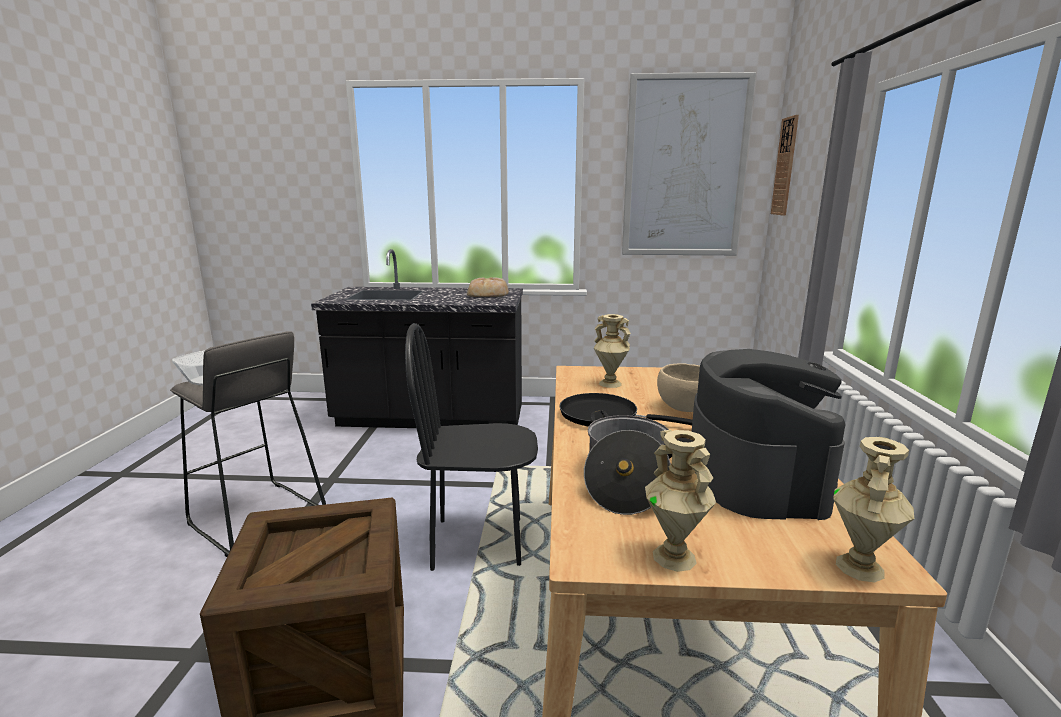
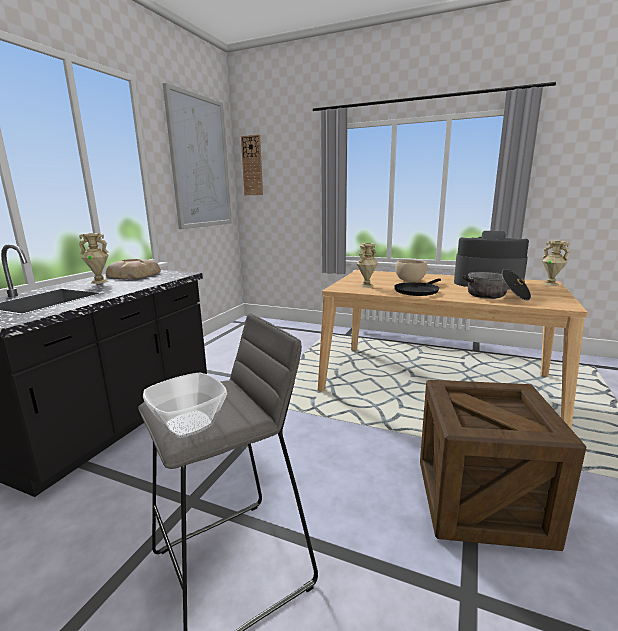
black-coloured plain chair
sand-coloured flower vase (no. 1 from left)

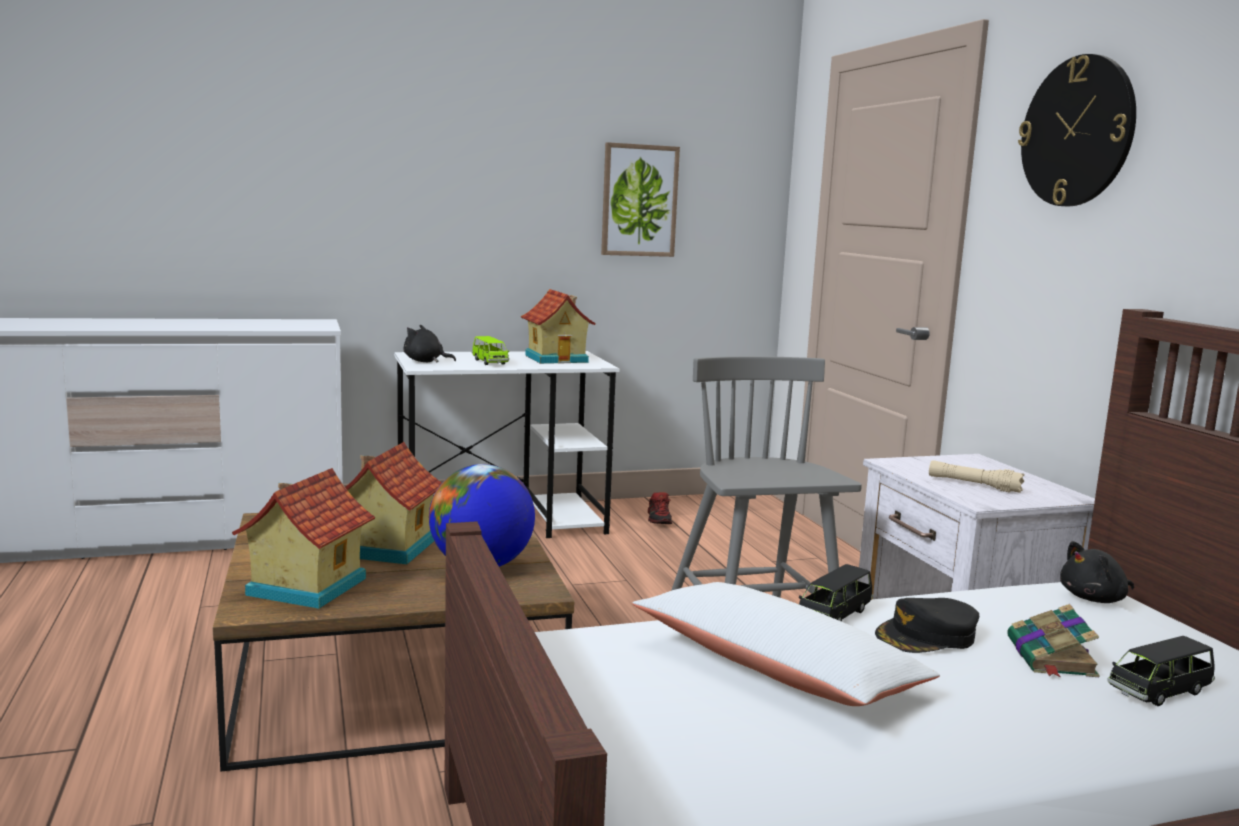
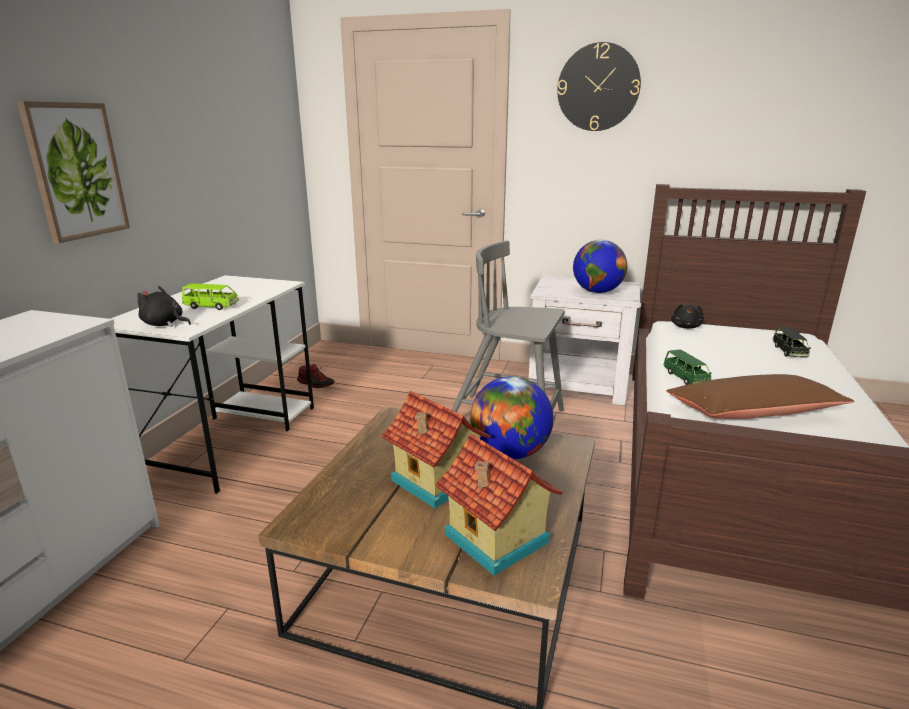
miniature house (no. 3 from left in the first image)
black-coloured cap
bound book
wall picture
world globe (no. 2 from left)
brown-coloured throw pillow
green toy car (no. 2 from left)
black-coloured cuddly toy (no. 1 from left)

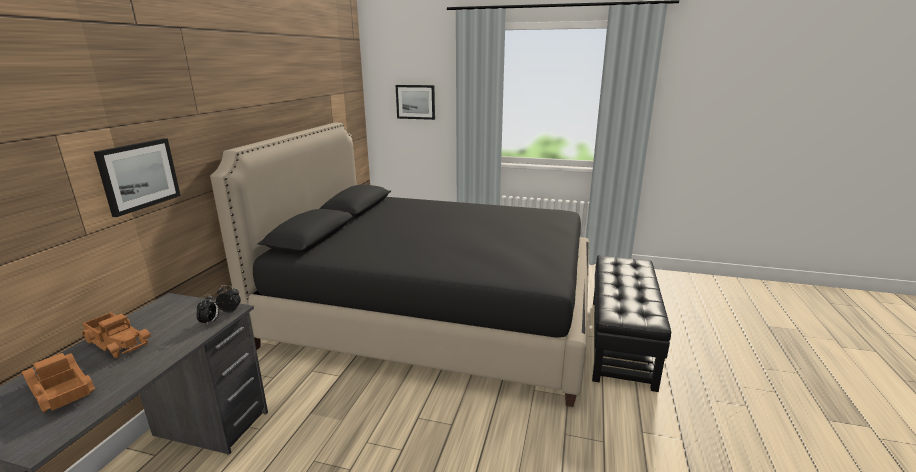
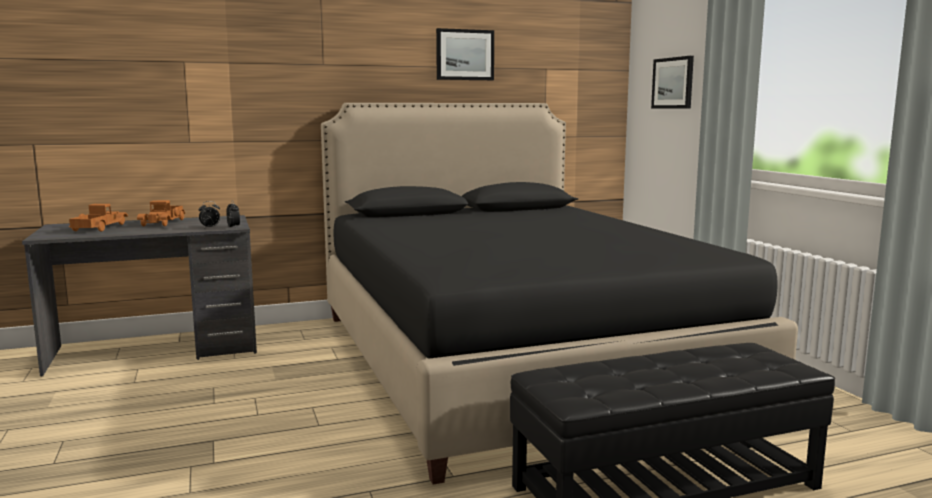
wall picture (no. 1 from left)

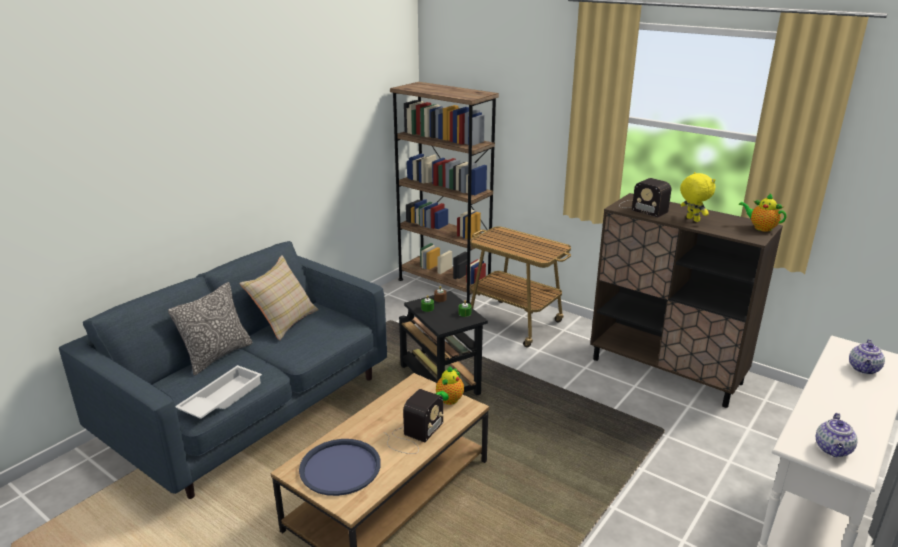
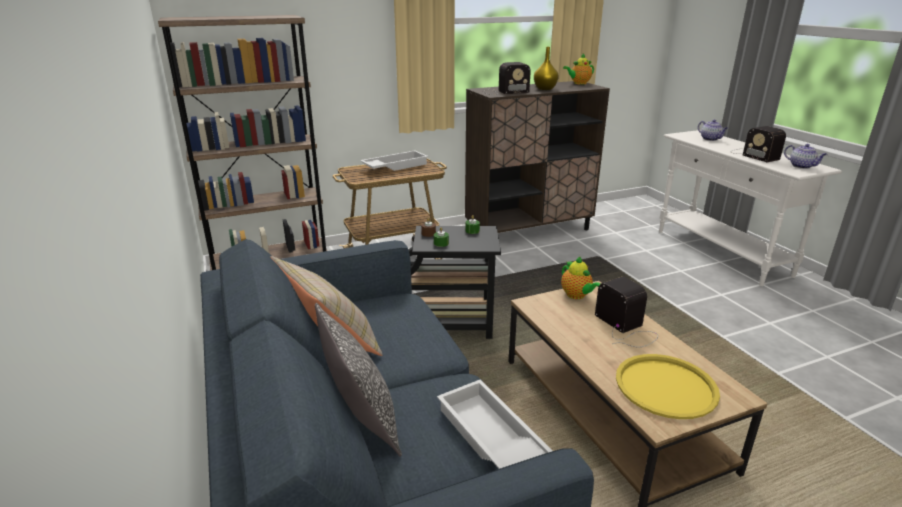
whitish serving tray (no. 1 from left)
radio receiver (no. 3 from left)
yellow flower vase
yellow serving tray

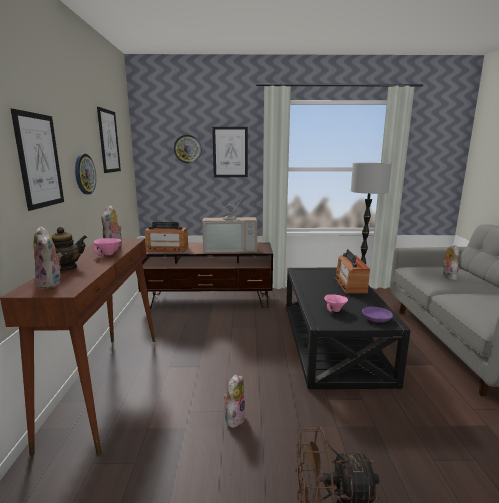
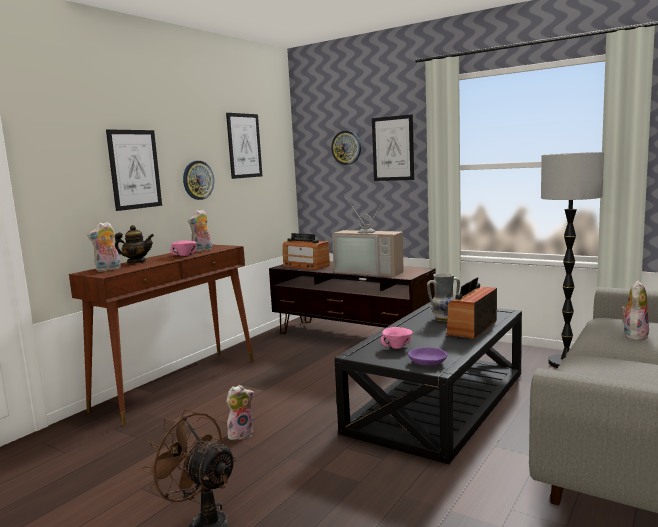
flower vase
cuddly toy (no. 1 from left)

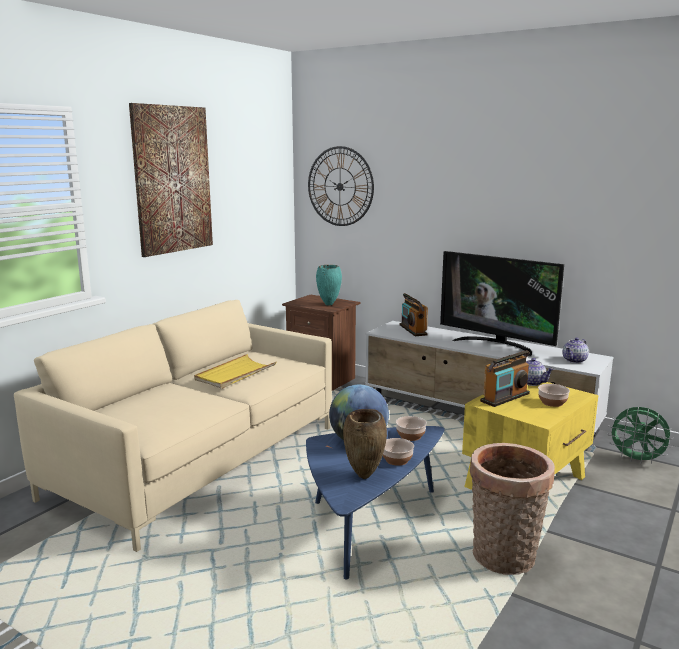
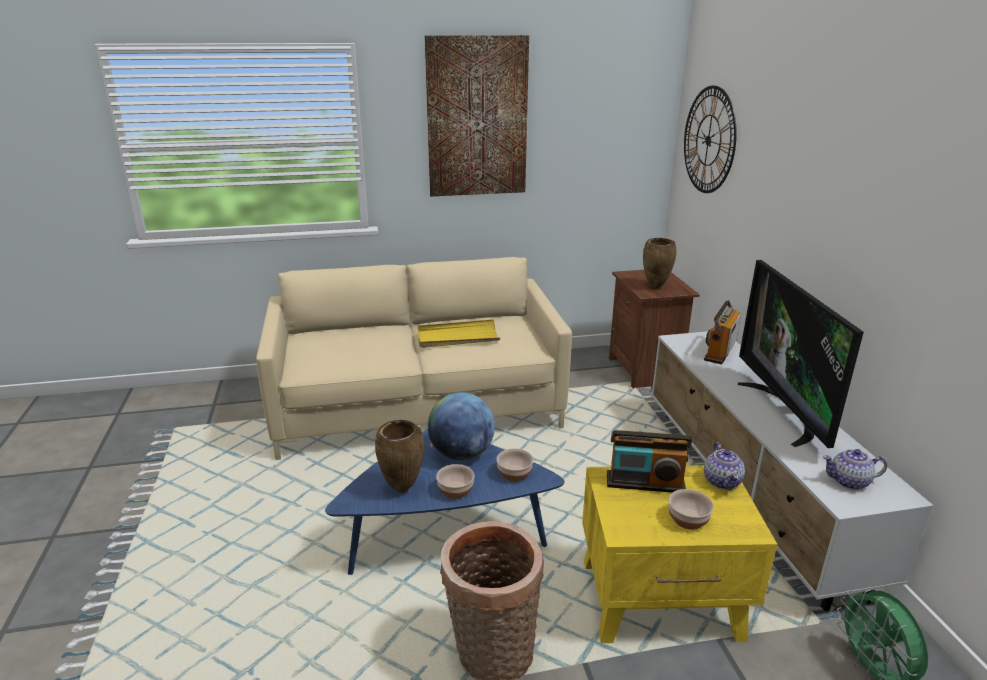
brown-coloured flower vase (no. 2 from left)

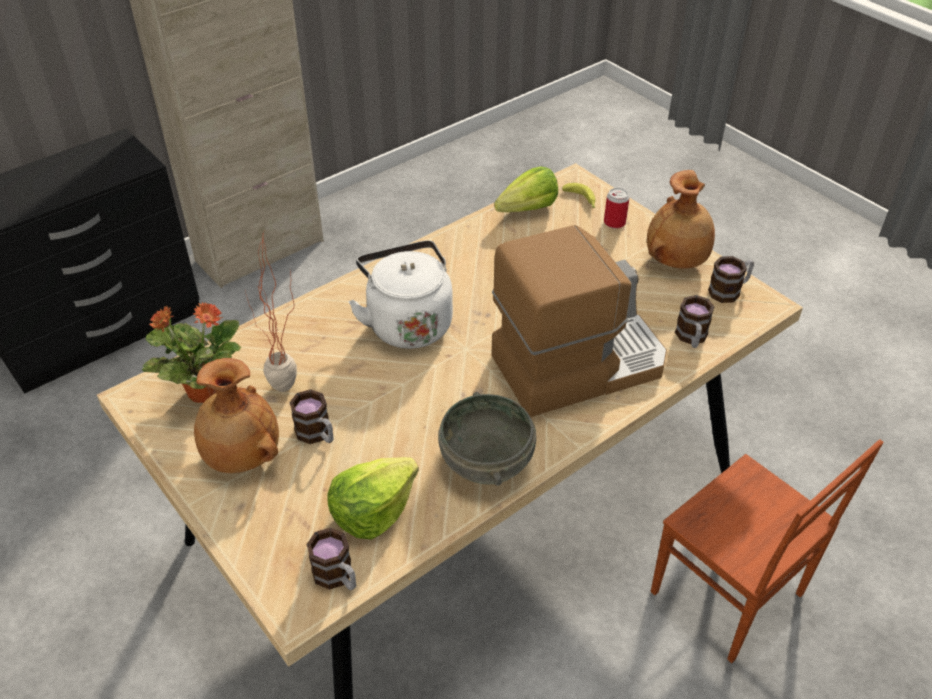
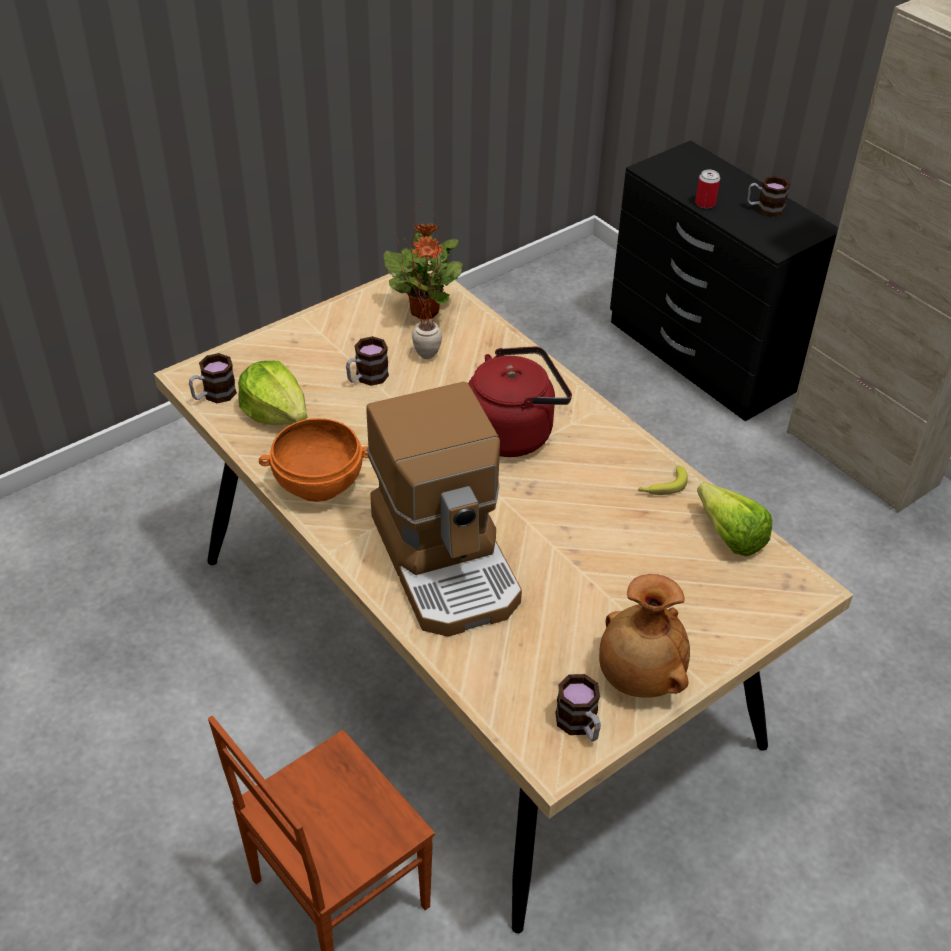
brown-coloured flower vase (no. 1 from left in the first image)
whole banana
can
coffee mug (no. 4 from left)
reddish kettle
orangey bowl

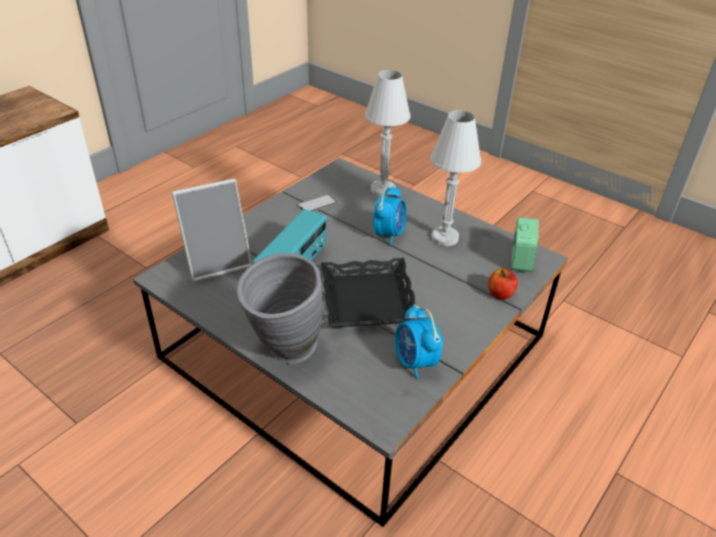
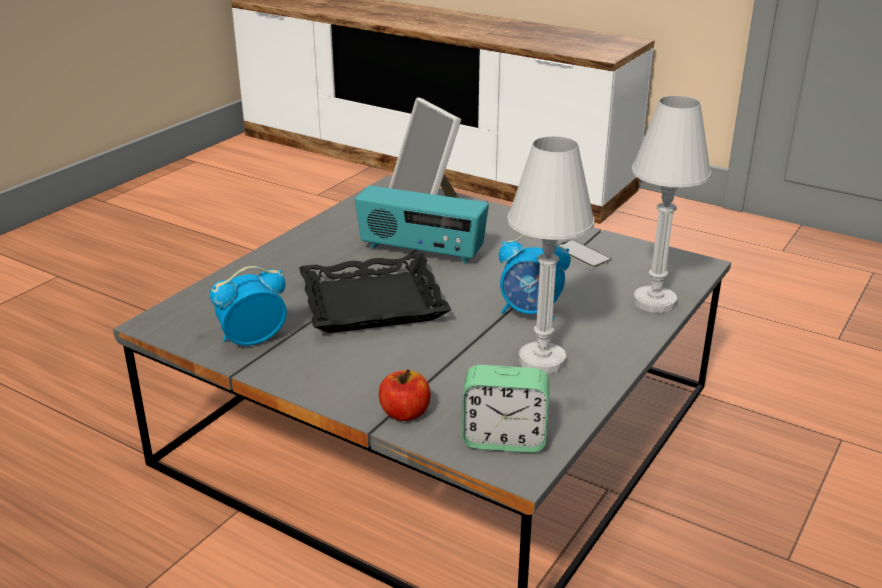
greyish flower vase

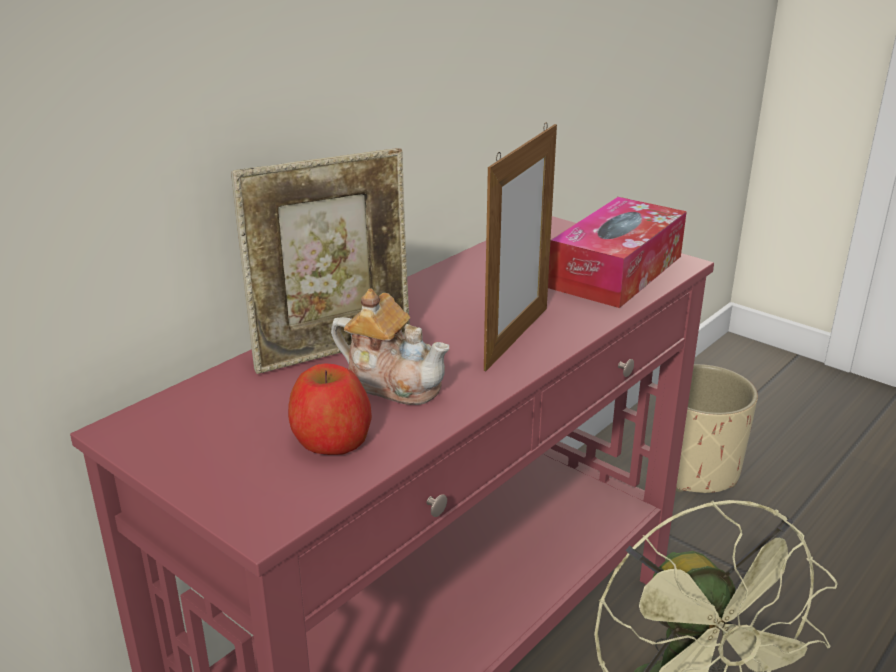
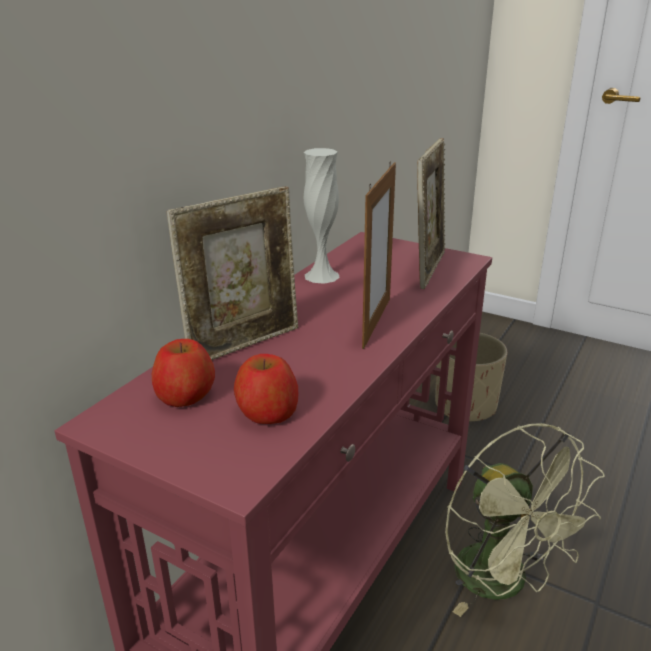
pot for tea
whole apple (no. 1 from left)
whitish flower vase
picture frame (no. 3 from left)

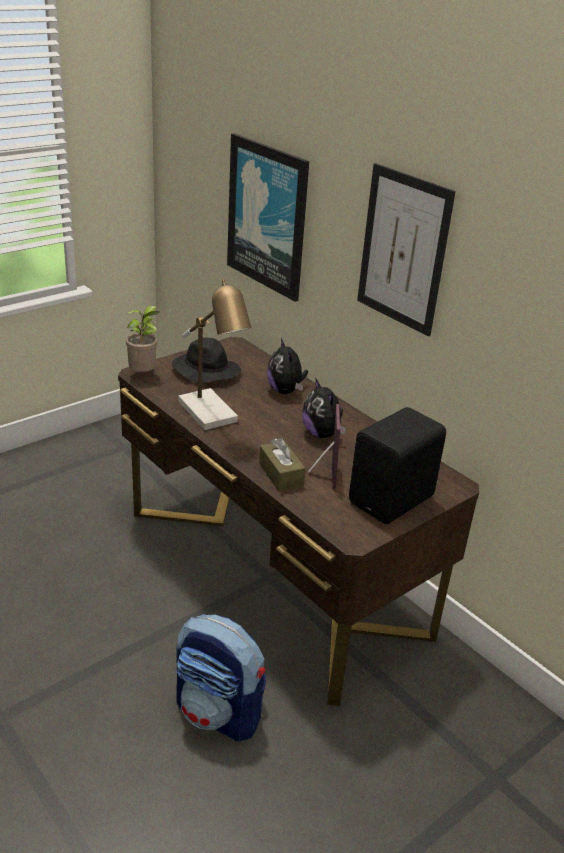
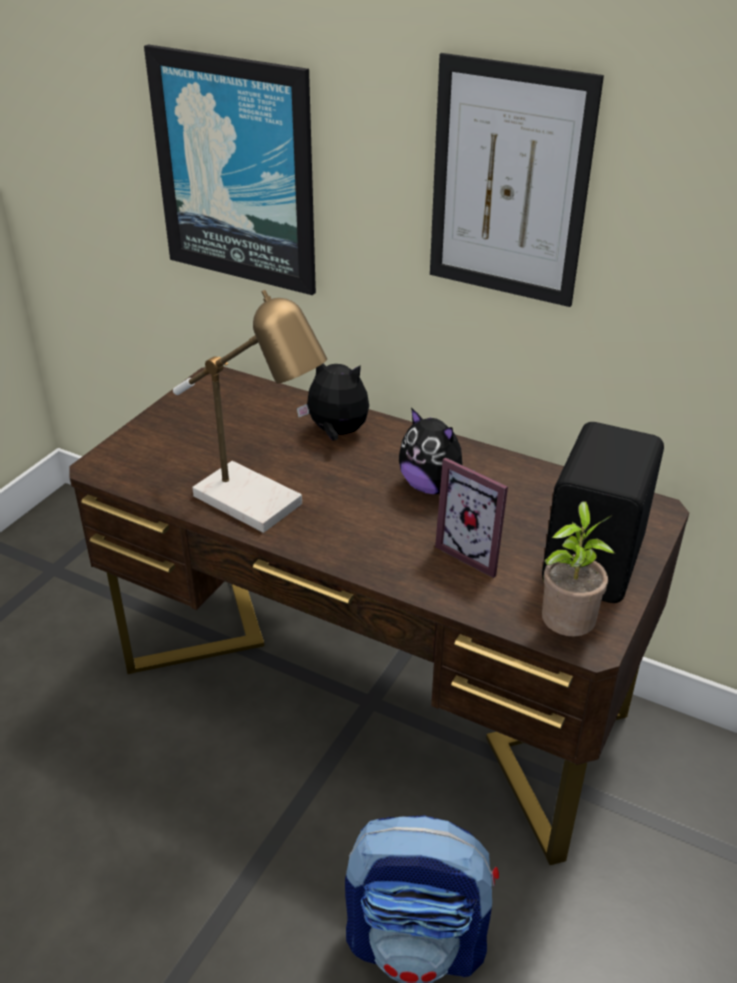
black-coloured wearable hat
brown-coloured box of tissues
plant in a pot
cuddly toy (no. 1 from left)
picture frame

